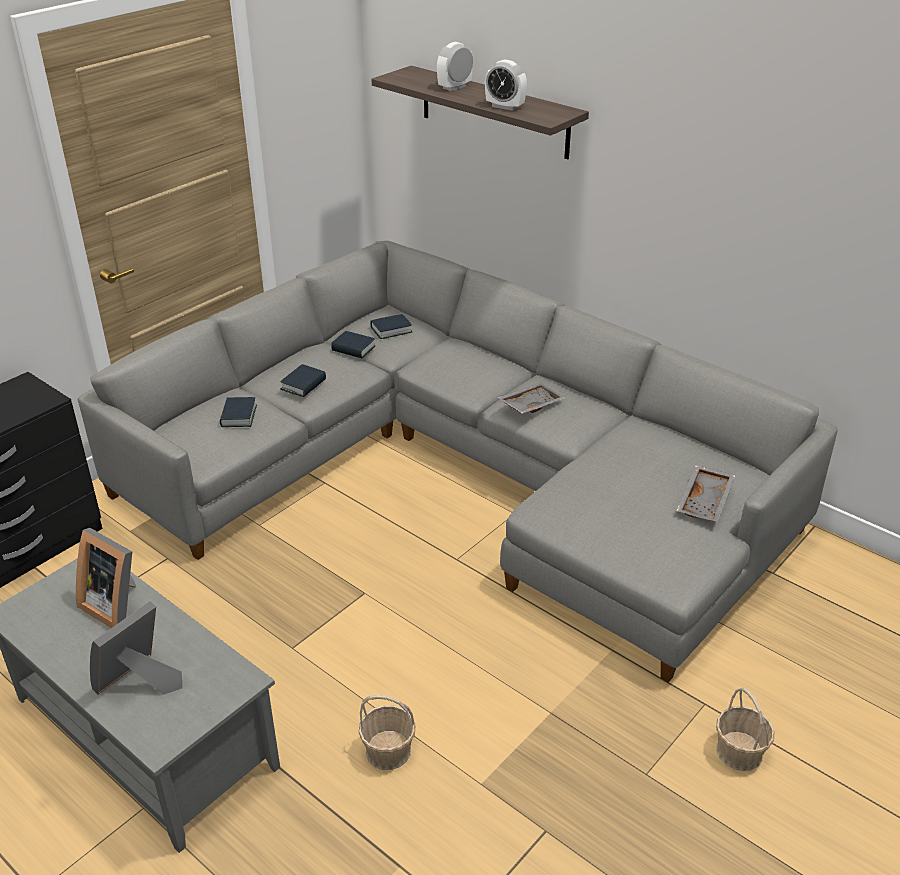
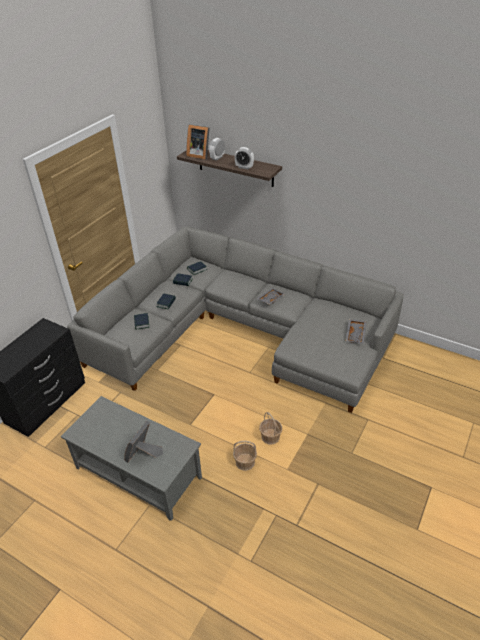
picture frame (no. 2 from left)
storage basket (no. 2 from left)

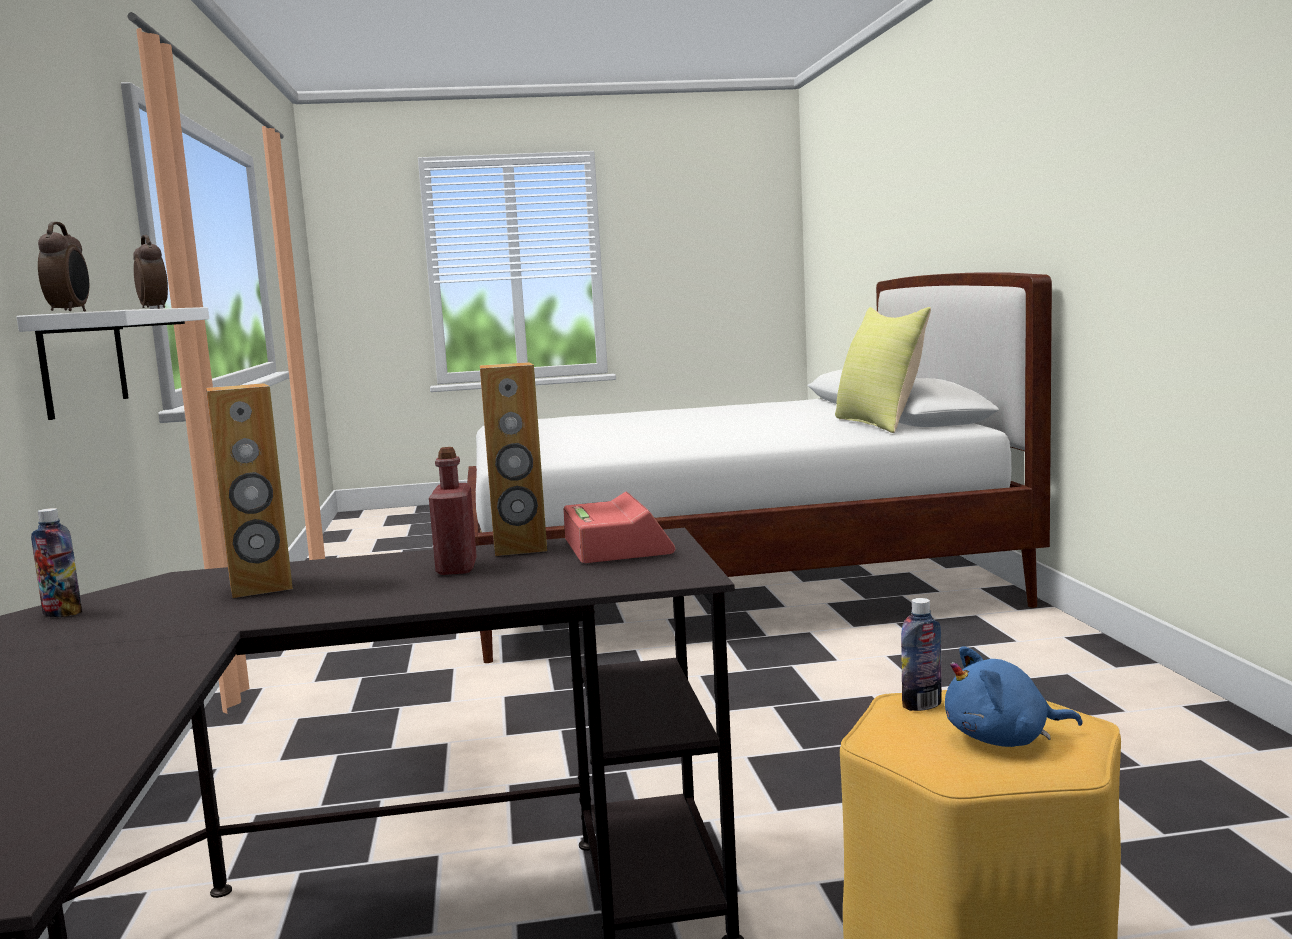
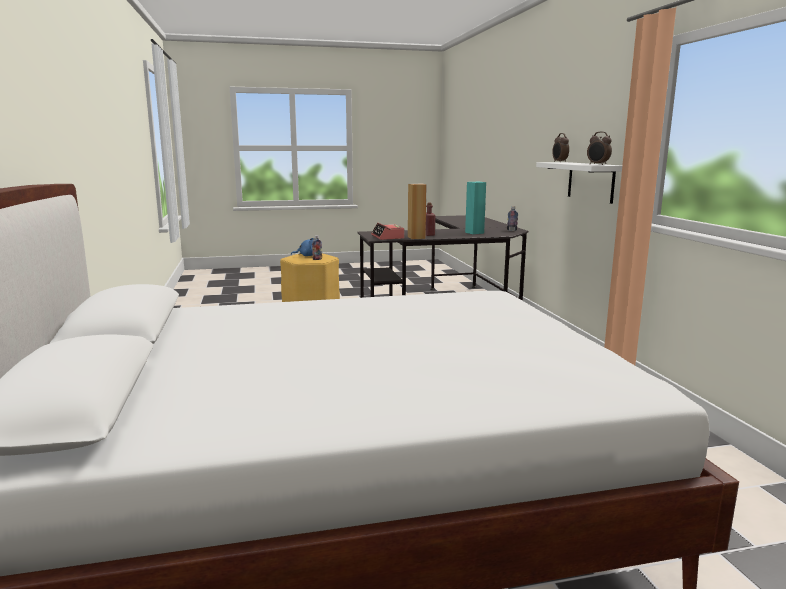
yellow throw pillow
blue-green speaker

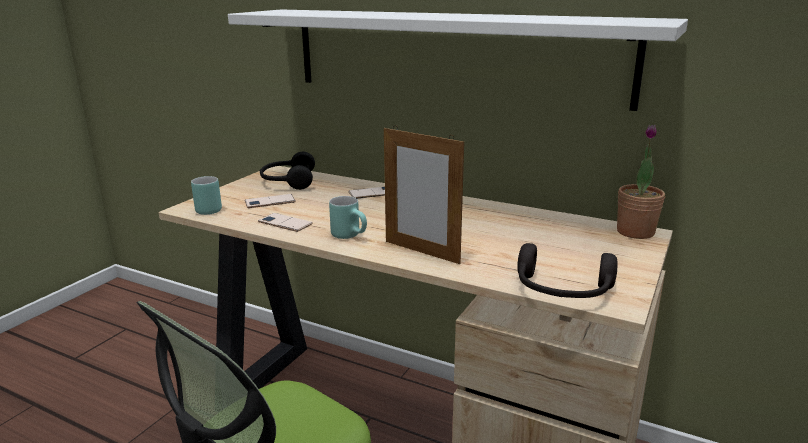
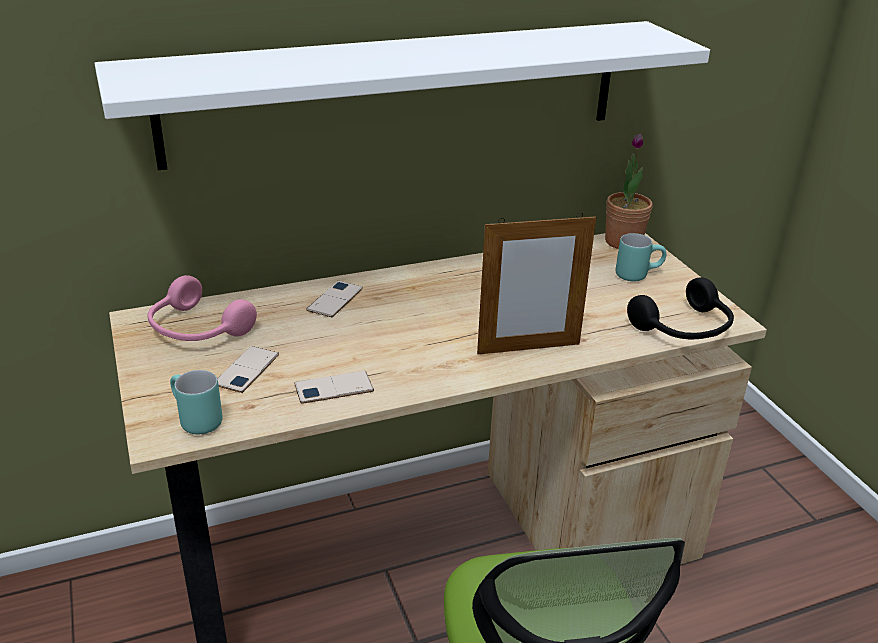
blue-green coffee mug (no. 2 from left)
pink pair of headphones

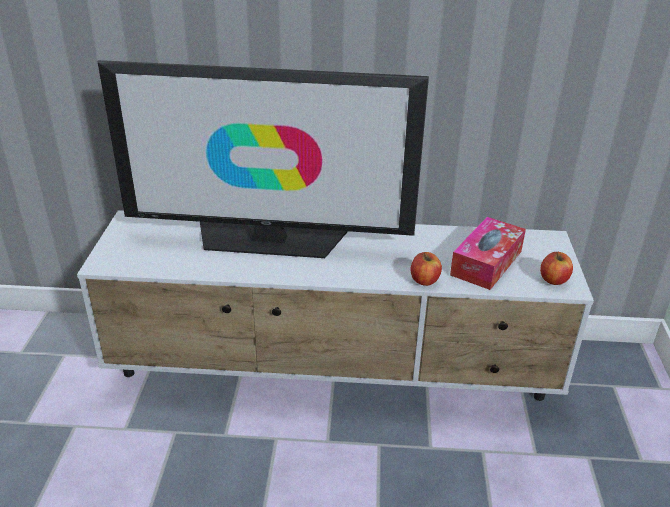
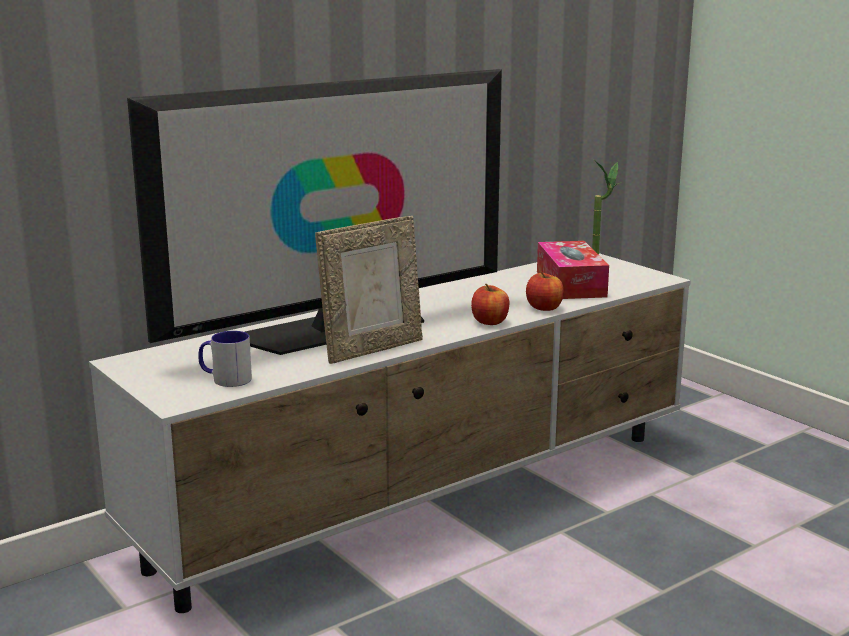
coffee mug
picture frame
plant in a pot
whole apple (no. 1 from left)

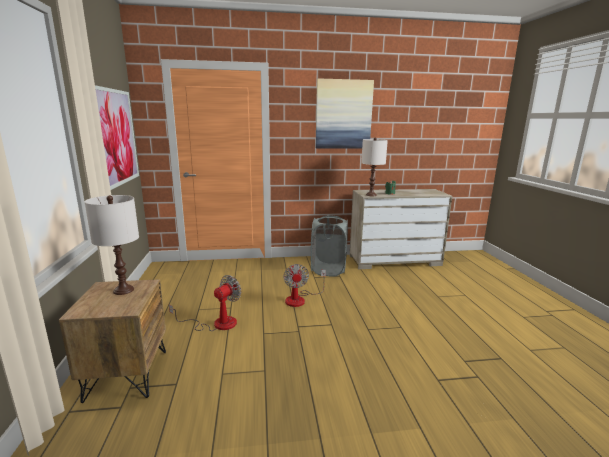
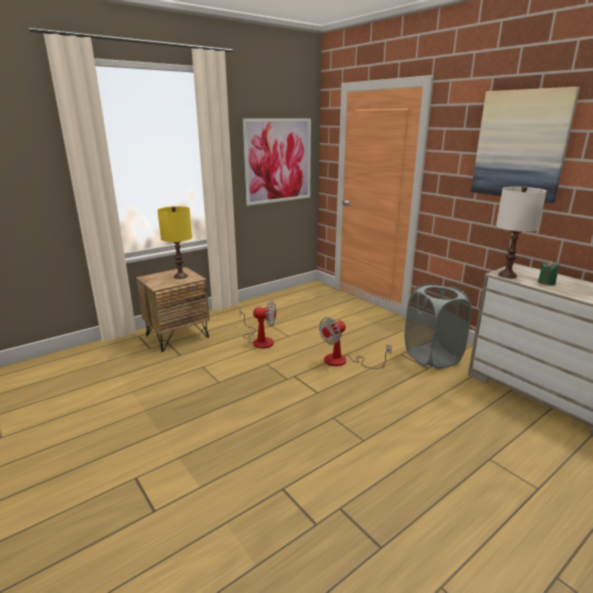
yellow tabletop lamp

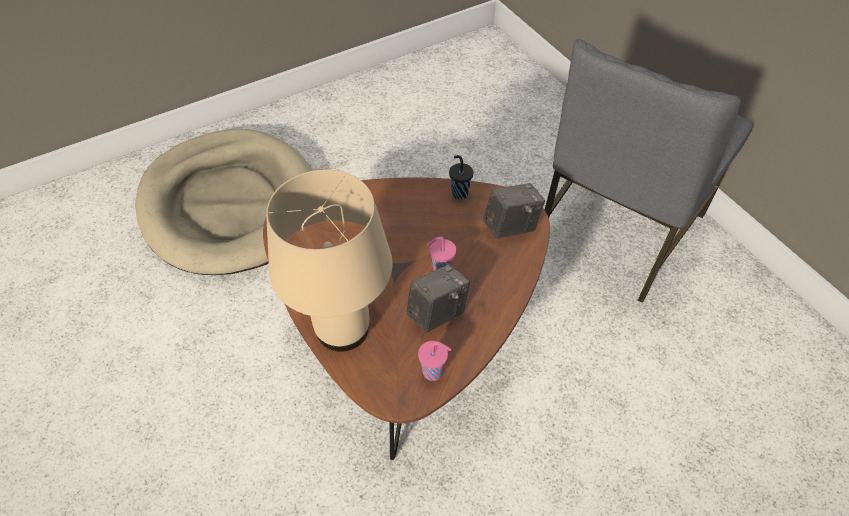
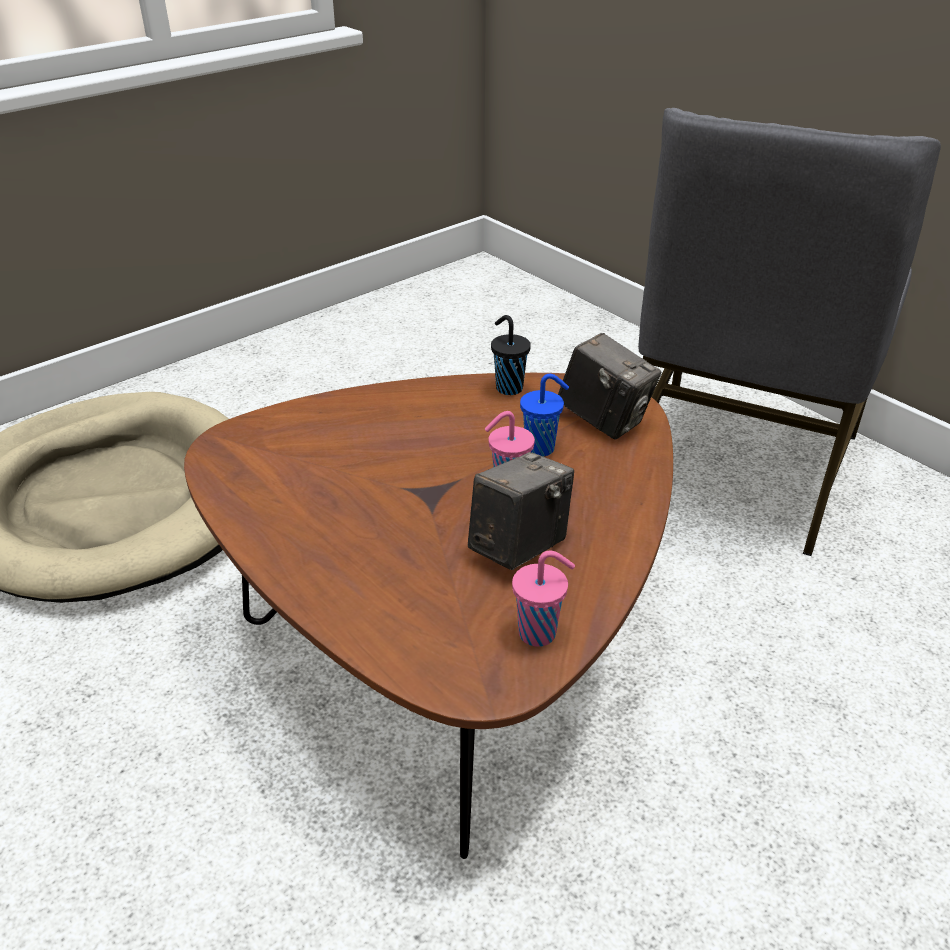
sand-coloured tabletop lamp
blue-coloured cup
still camera (no. 2 from left)

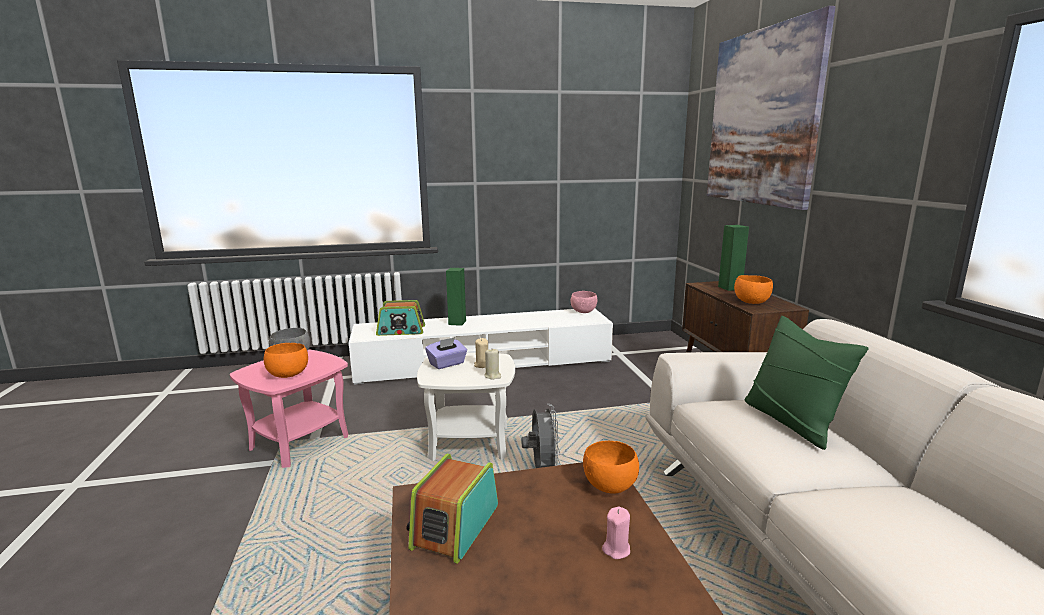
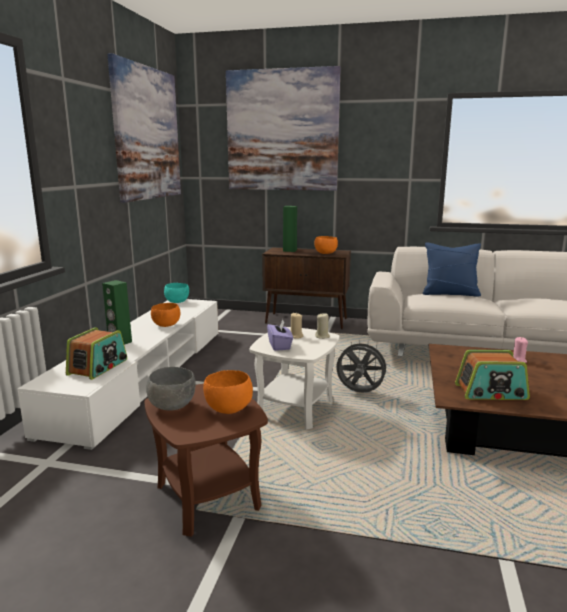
wall picture (no. 1 from left)
orangey bowl (no. 1 from left)
brown-coloured accent table
blue-green bowl
blue-coloured throw pillow
radio receiver (no. 2 from left)

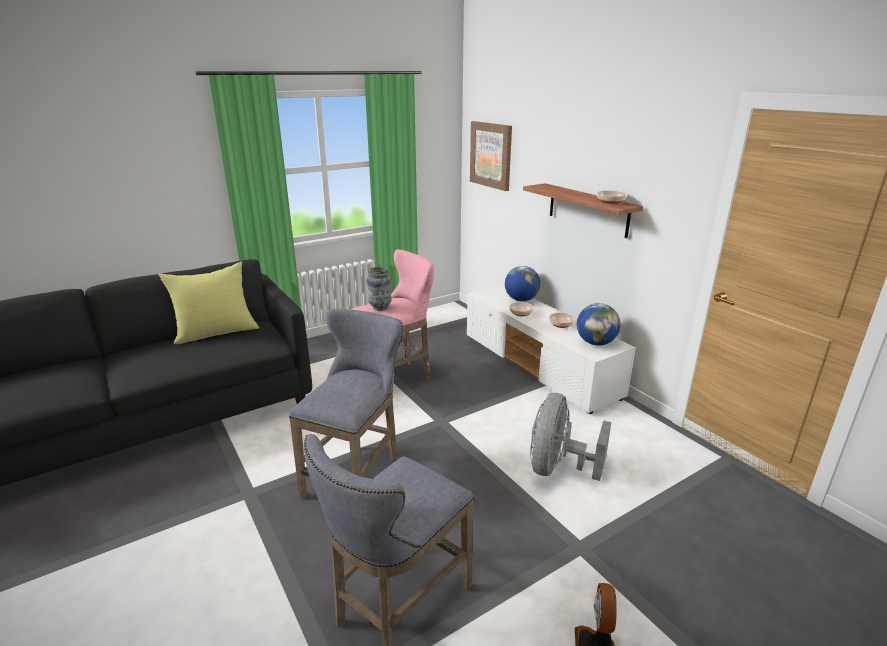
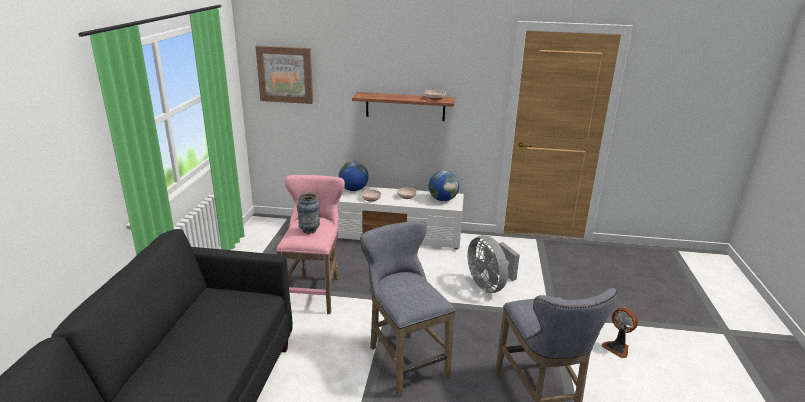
yellow throw pillow

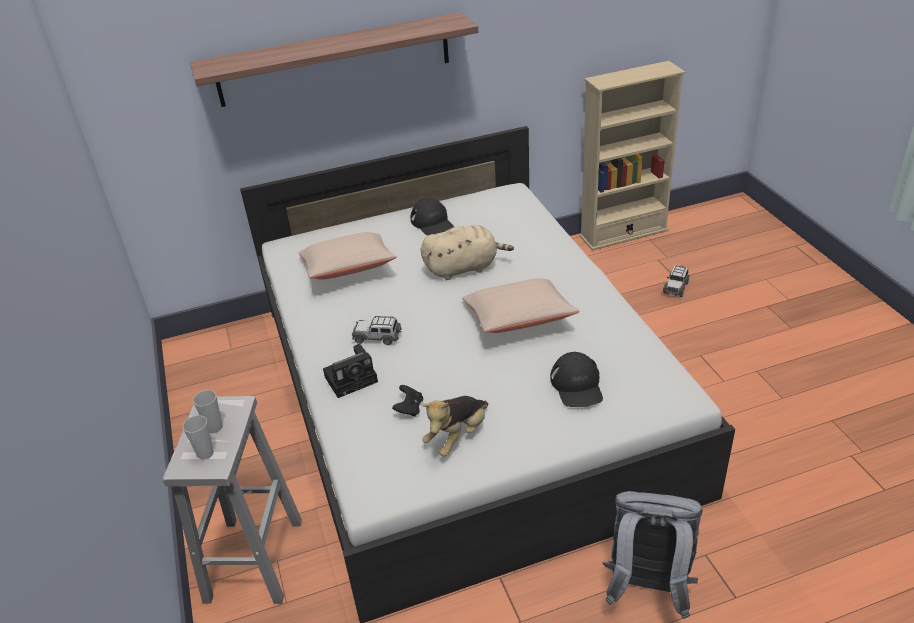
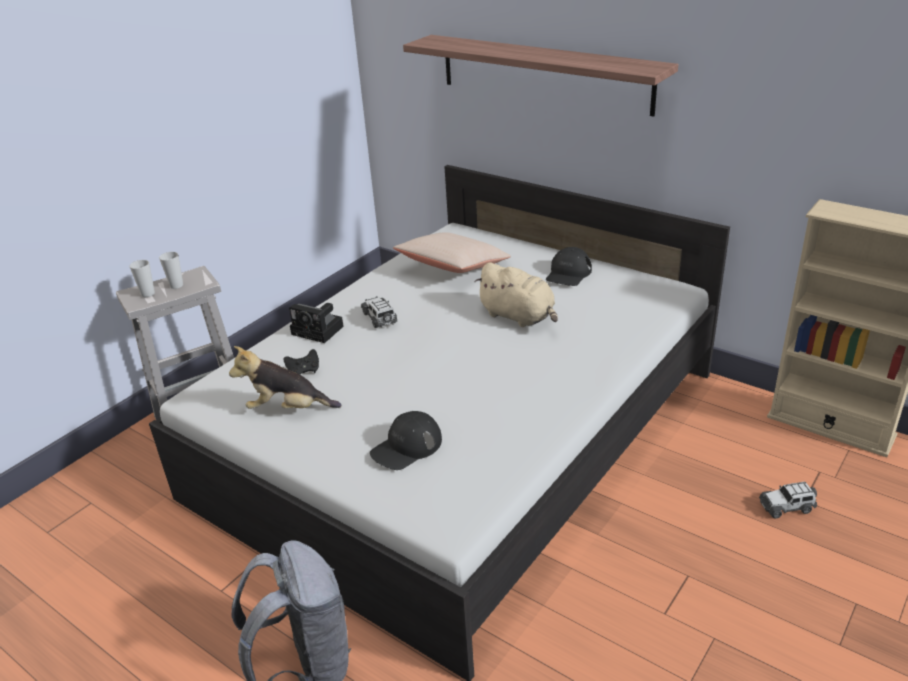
sand-coloured throw pillow (no. 2 from left in the first image)

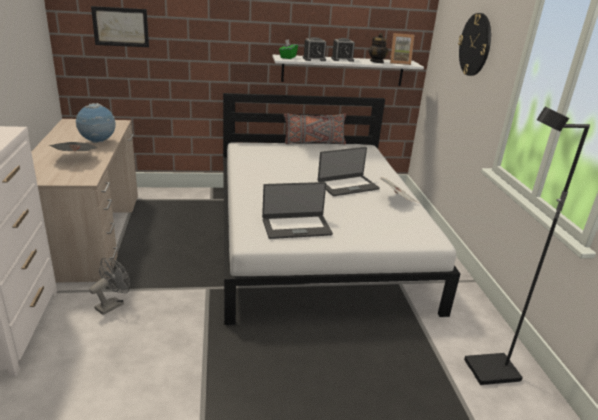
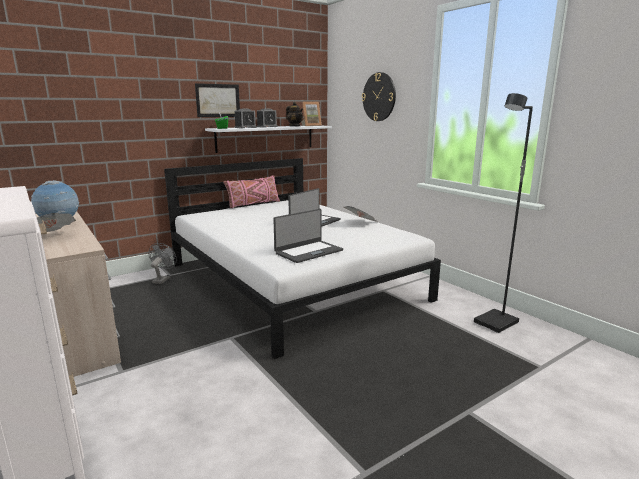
greyish electric fan
wall picture
pink throw pillow

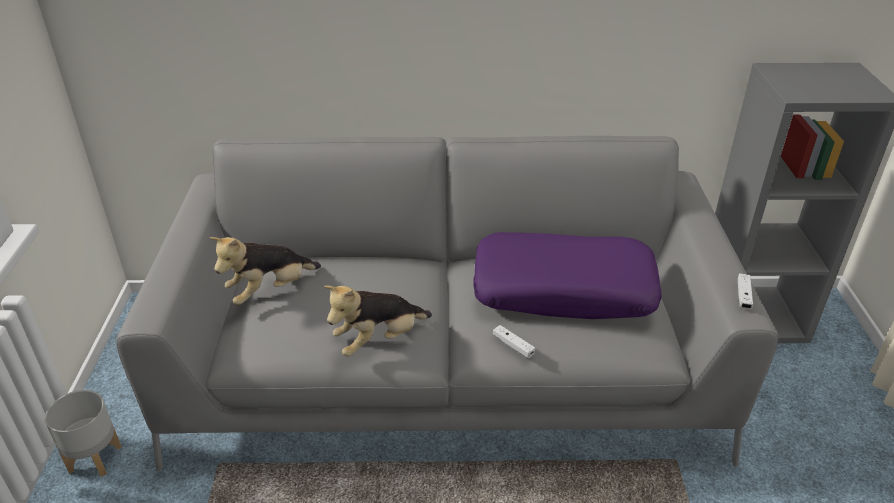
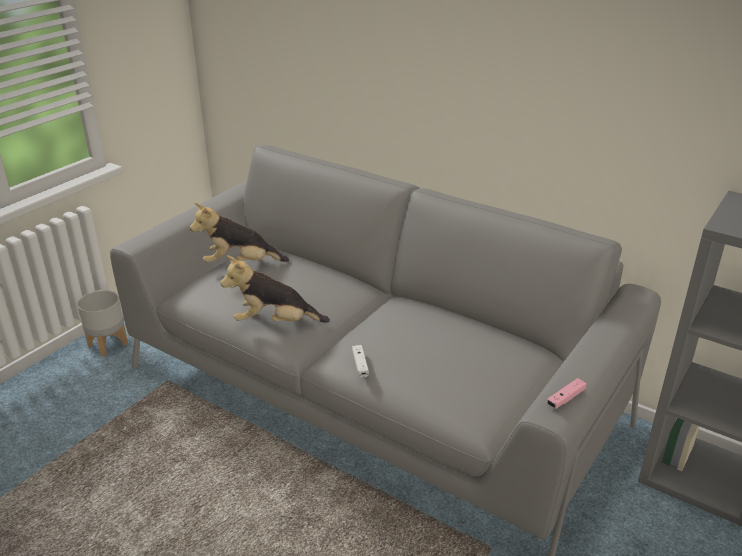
purplish throw pillow
pink joypad

